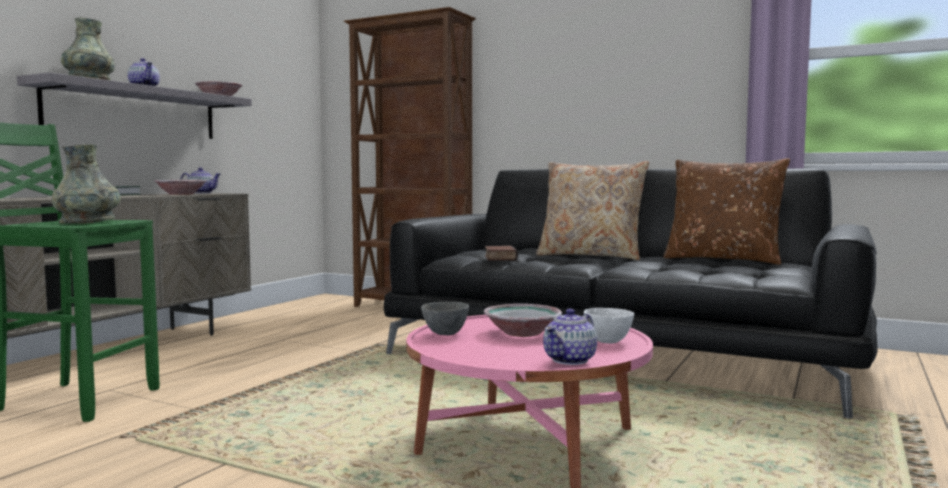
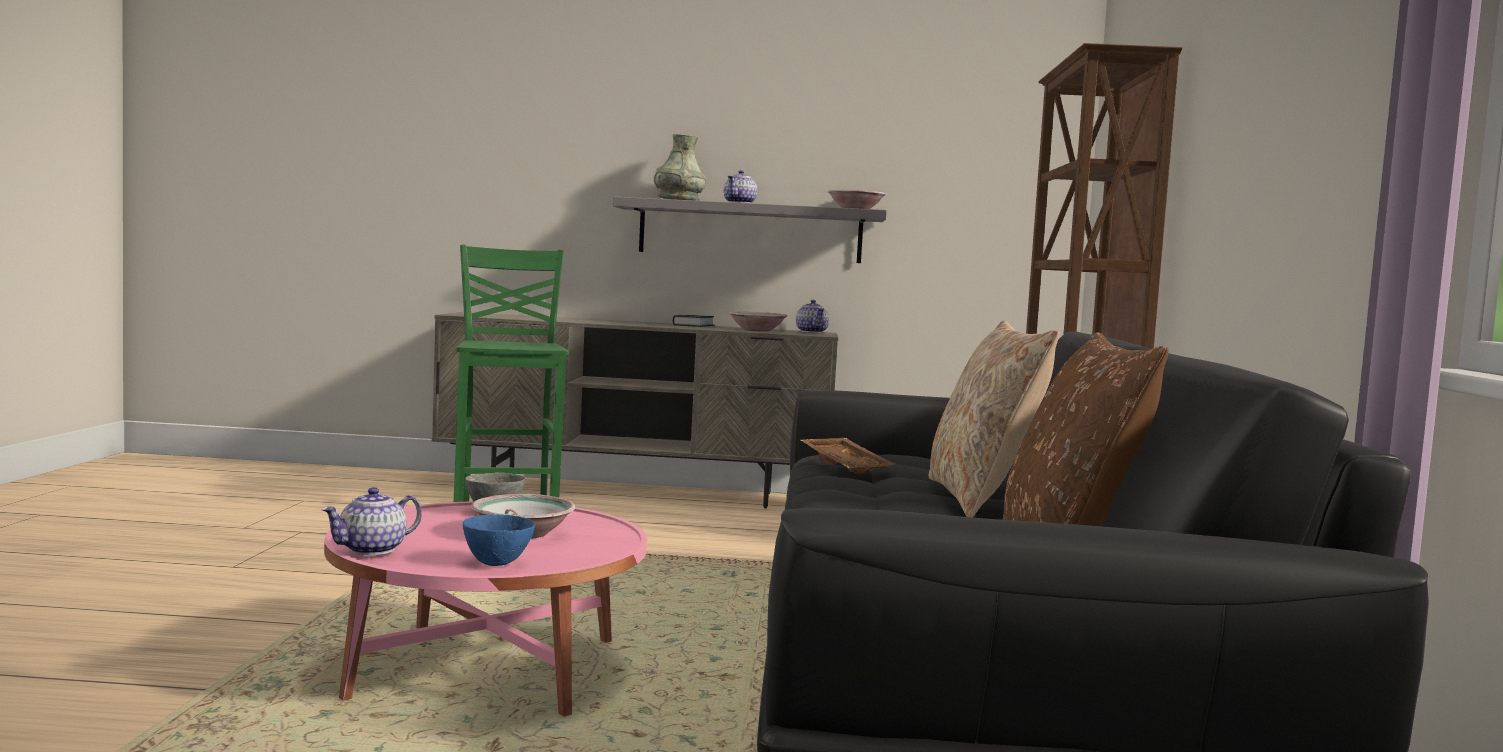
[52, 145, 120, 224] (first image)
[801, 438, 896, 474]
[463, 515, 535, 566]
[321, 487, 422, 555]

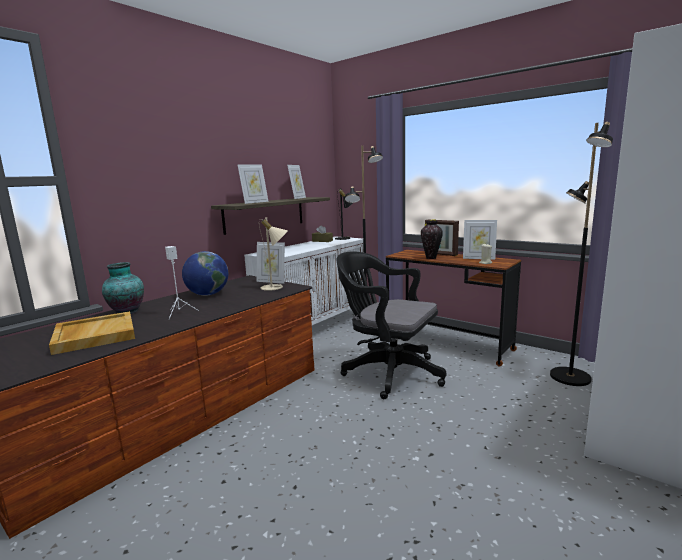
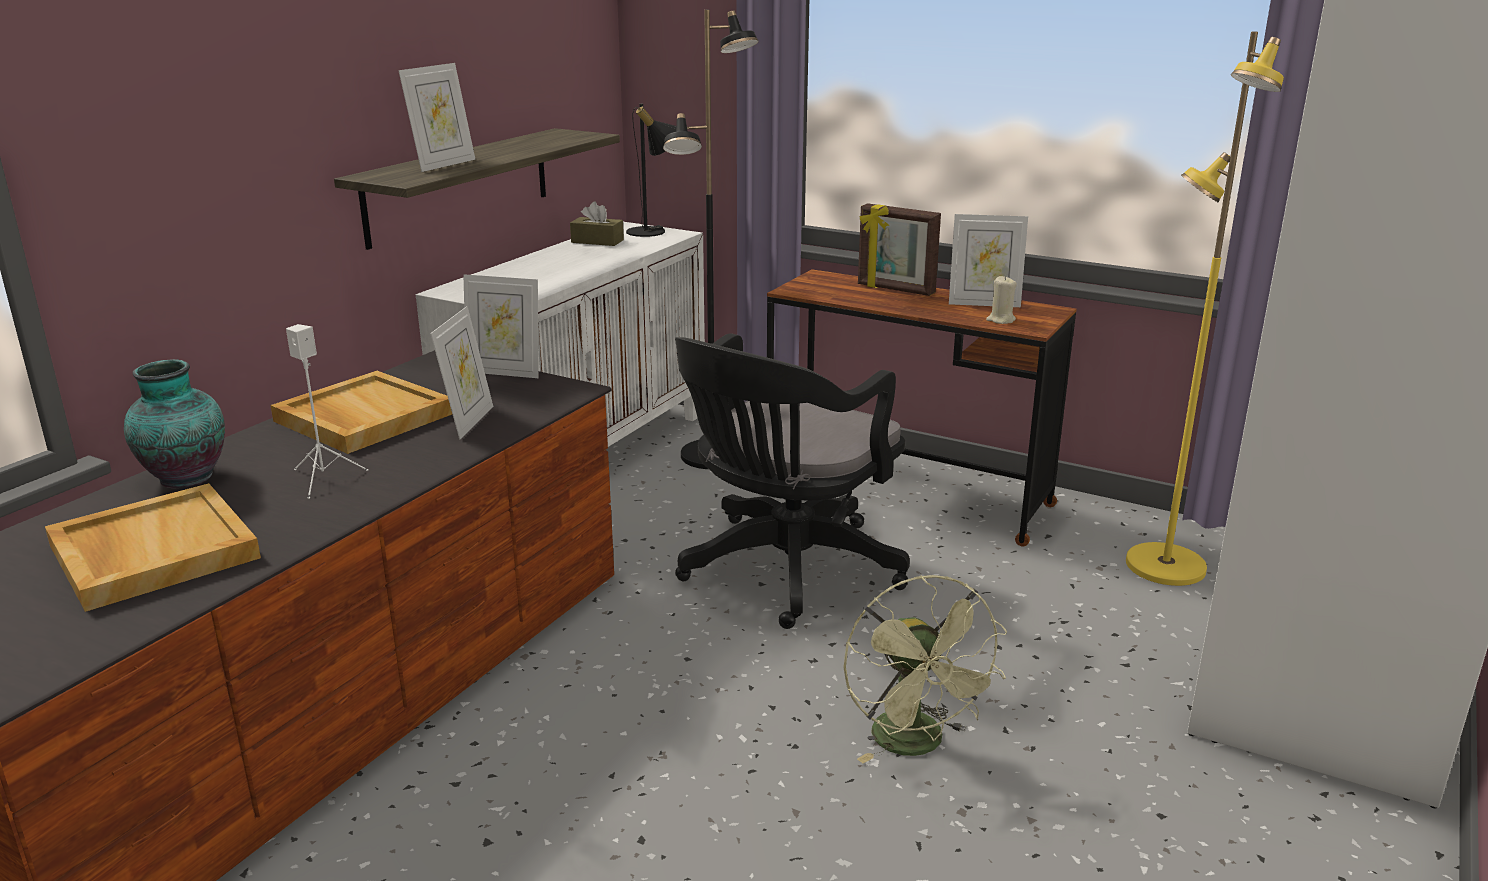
[1126, 32, 1284, 586]
[430, 306, 493, 439]
[259, 217, 288, 291] (first image)
[421, 220, 443, 259] (first image)
[270, 371, 452, 454]
[675, 333, 910, 629]
[844, 575, 1007, 763]

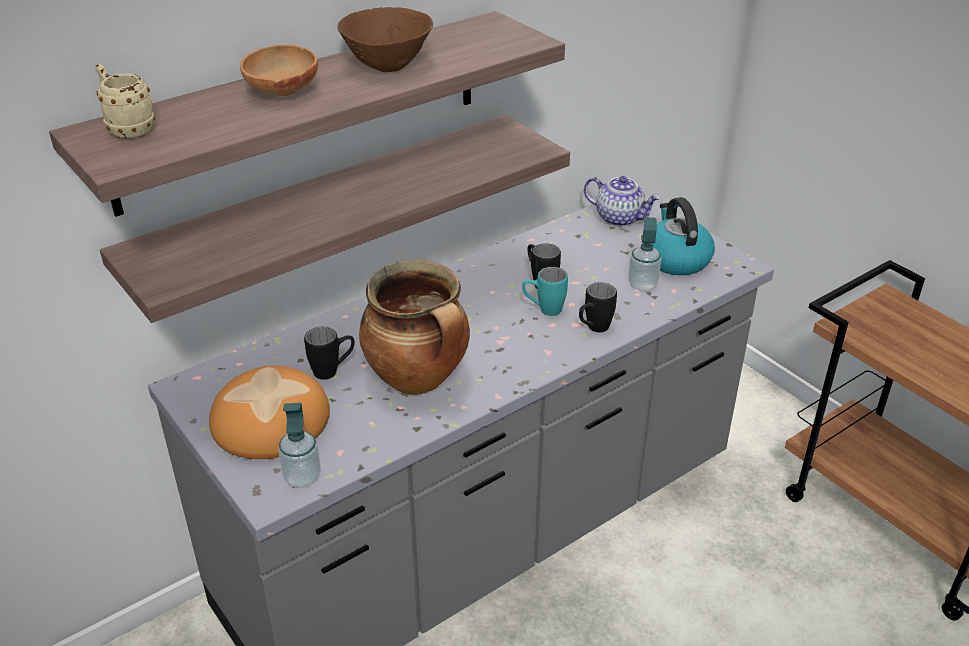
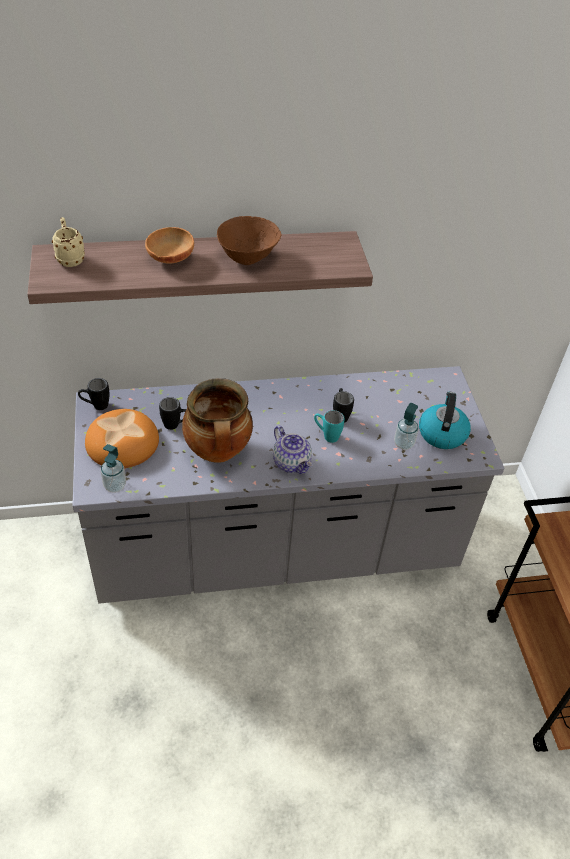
[100, 115, 570, 323] (first image)
[273, 426, 313, 474]
[78, 378, 110, 410]

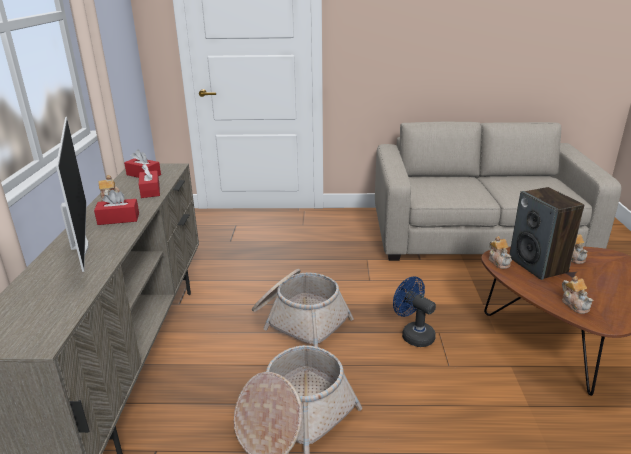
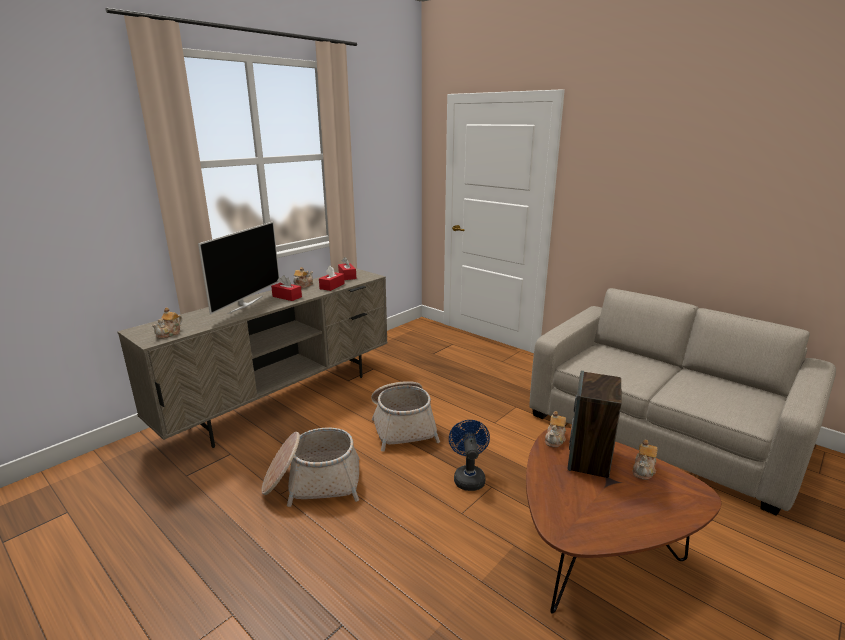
[152, 308, 182, 339]

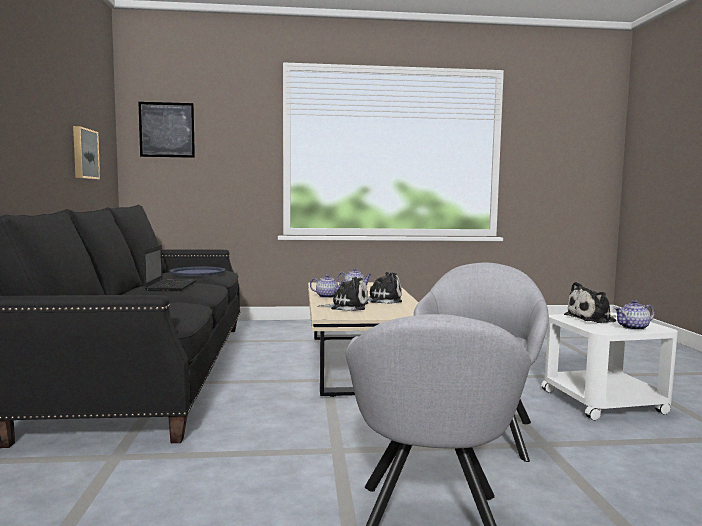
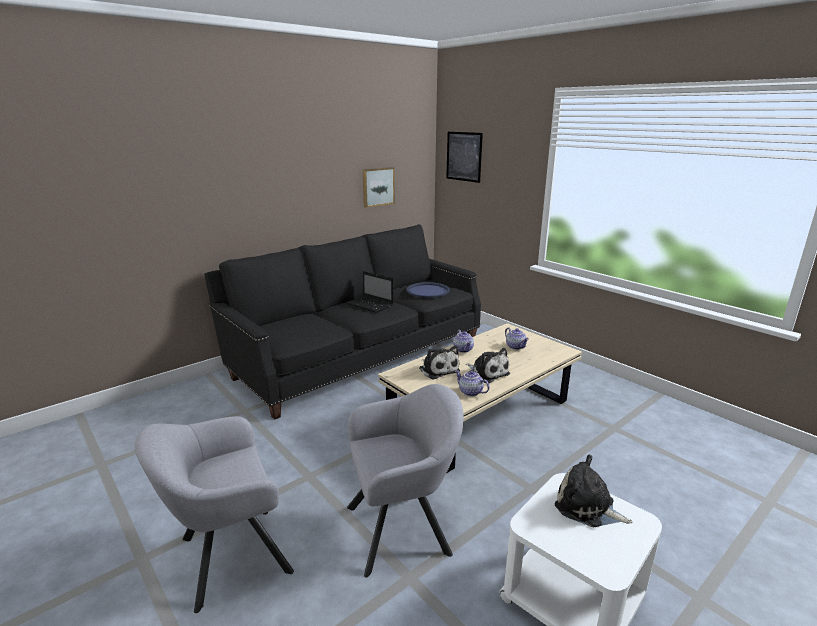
[346, 271, 393, 313]
[455, 370, 490, 396]

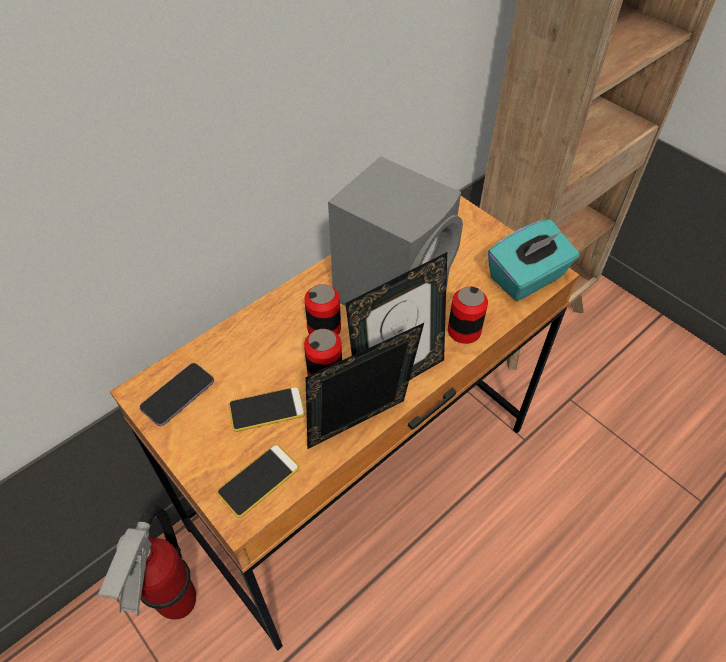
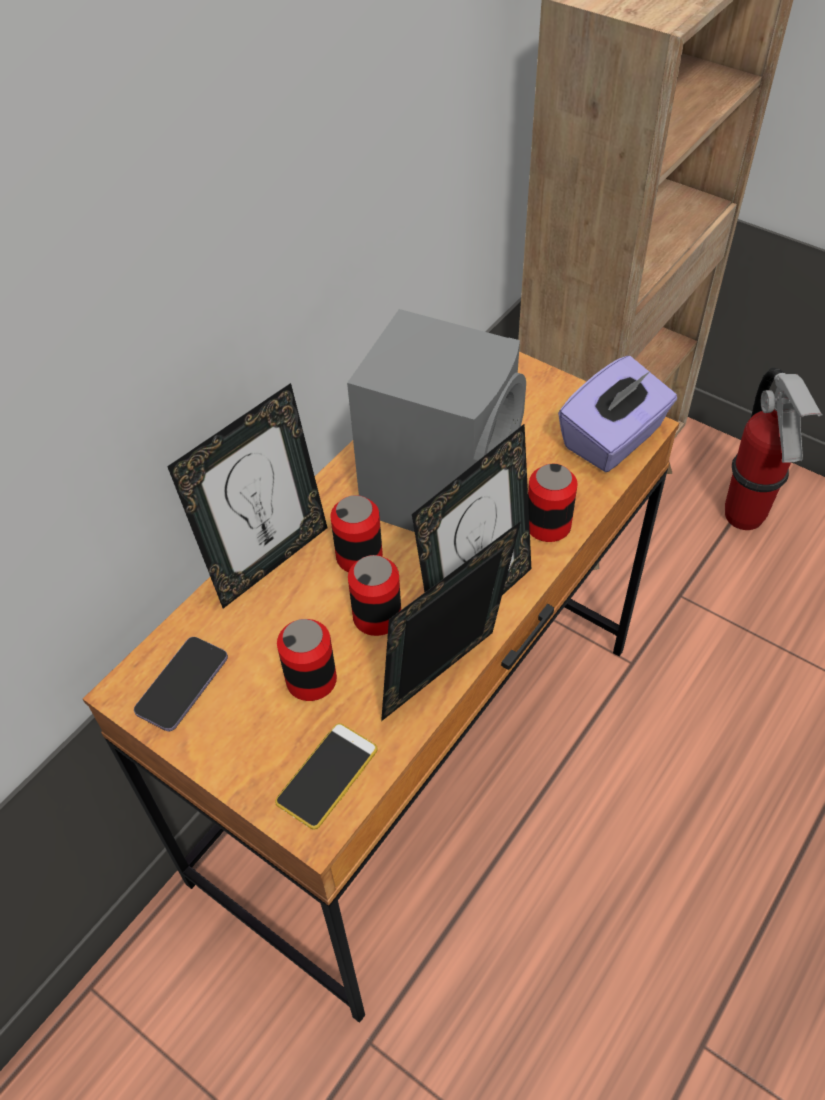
[558, 356, 677, 472]
[277, 619, 337, 701]
[725, 368, 823, 530]
[167, 383, 327, 608]

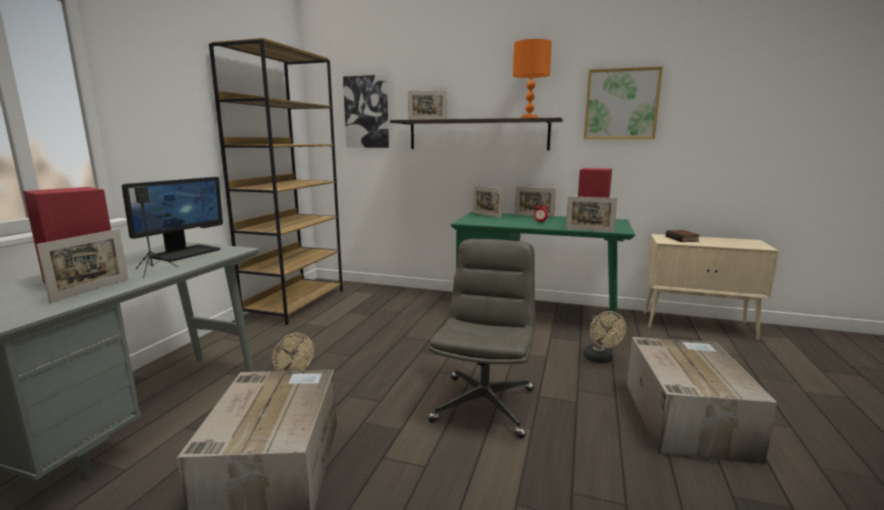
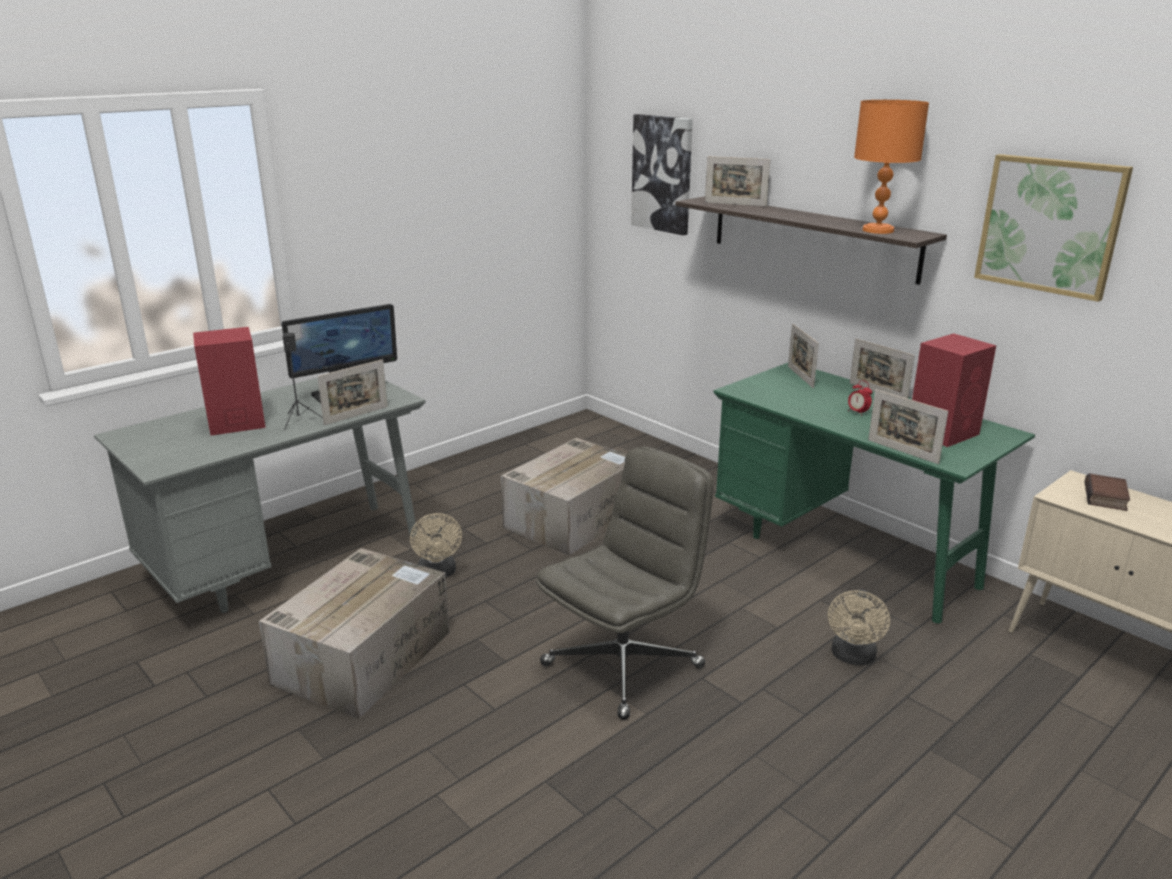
[209, 38, 343, 325] (first image)
[317, 359, 388, 425]
[501, 438, 627, 556]

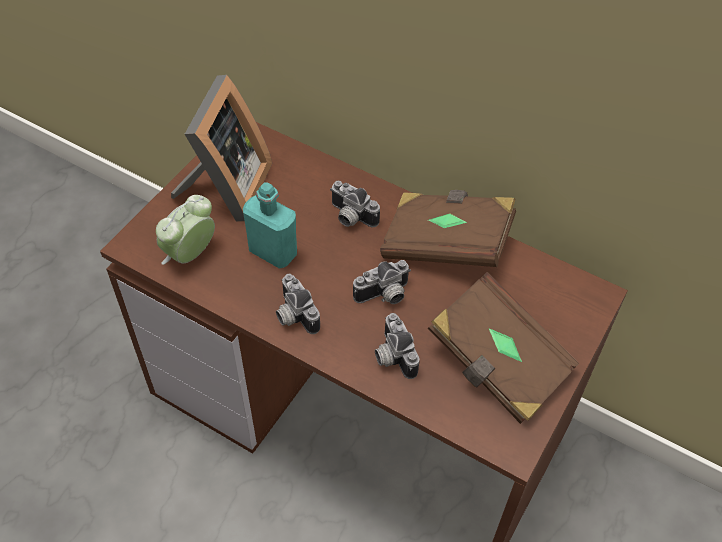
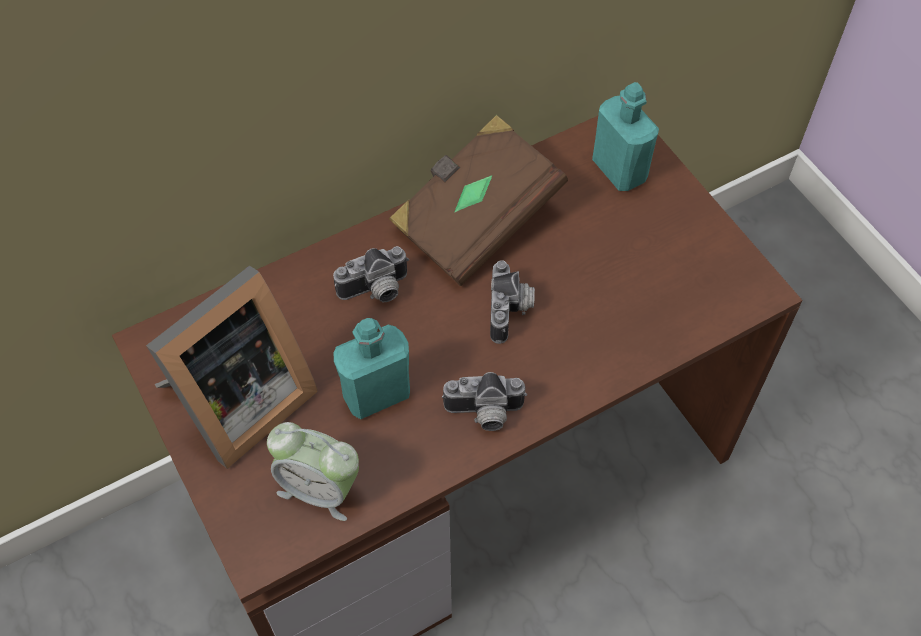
[146, 266, 318, 469]
[267, 422, 359, 521]
[427, 272, 579, 424] (first image)
[375, 313, 419, 379] (first image)
[592, 82, 659, 191]

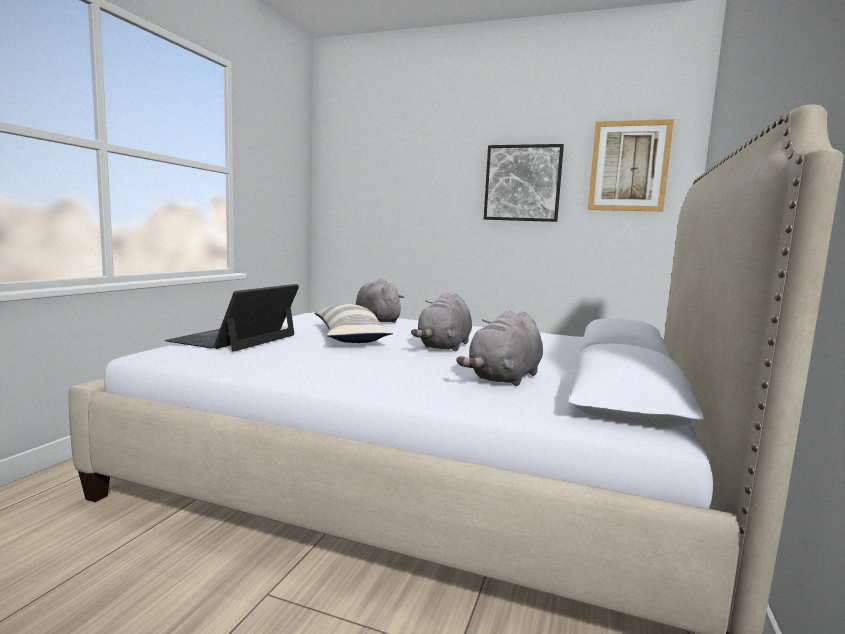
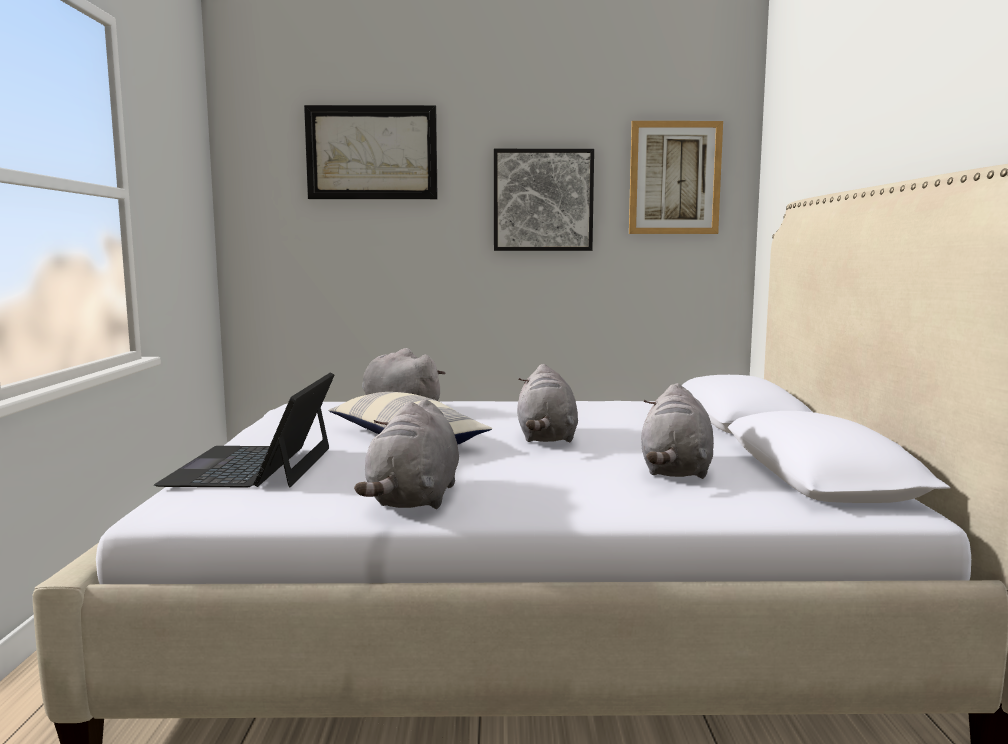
[304, 105, 438, 199]
[354, 399, 459, 509]

